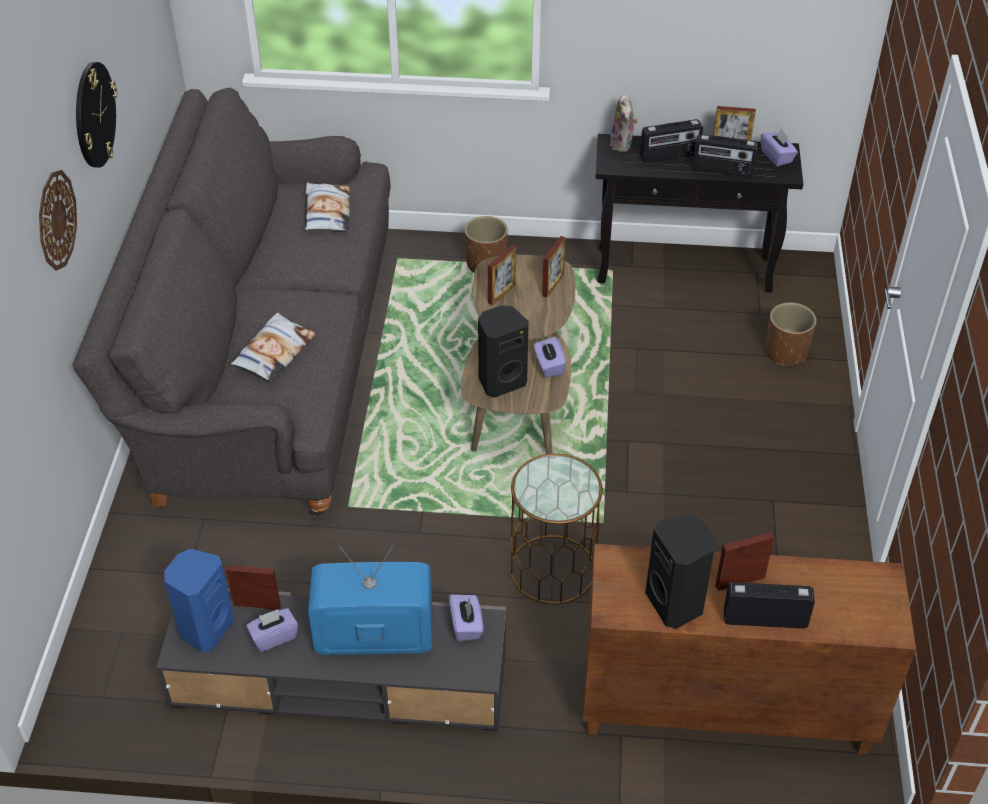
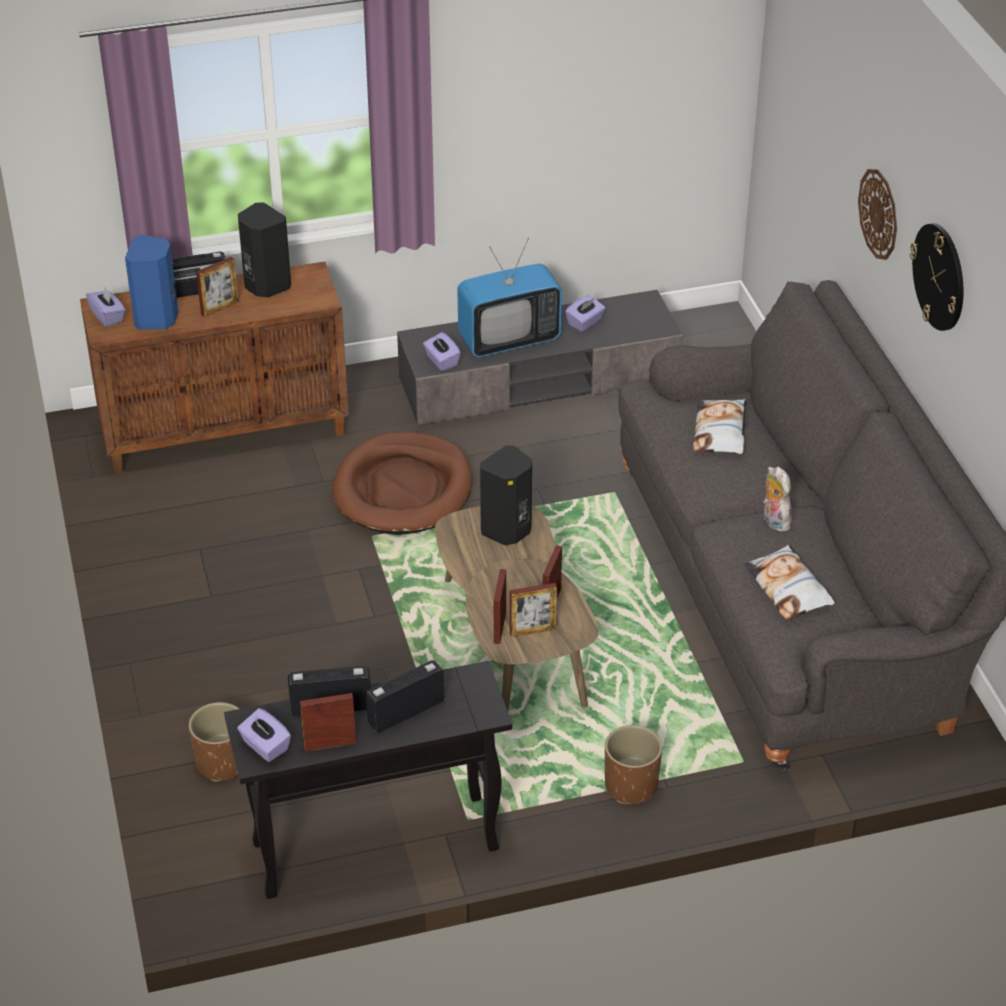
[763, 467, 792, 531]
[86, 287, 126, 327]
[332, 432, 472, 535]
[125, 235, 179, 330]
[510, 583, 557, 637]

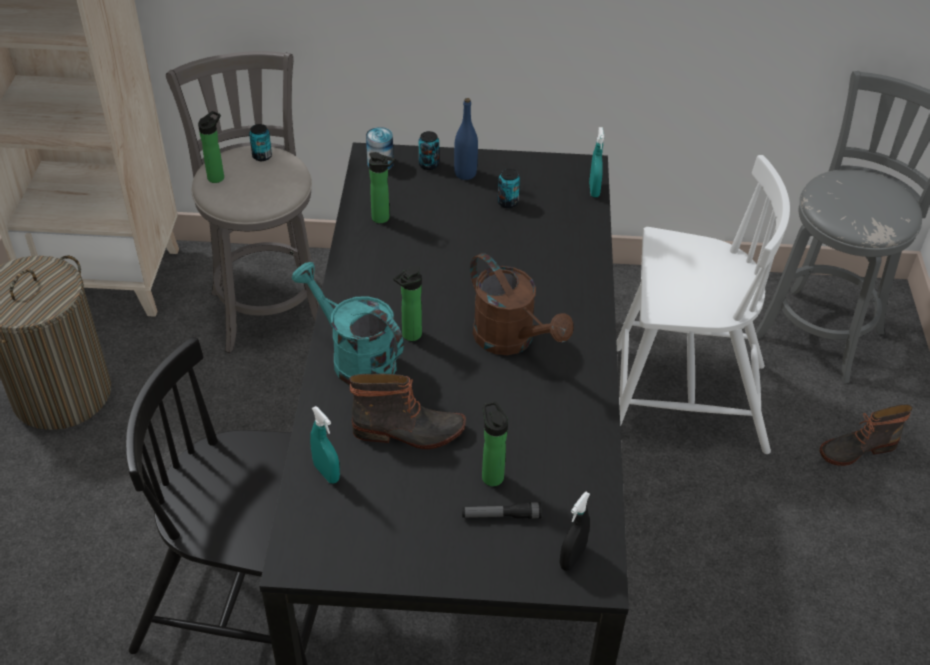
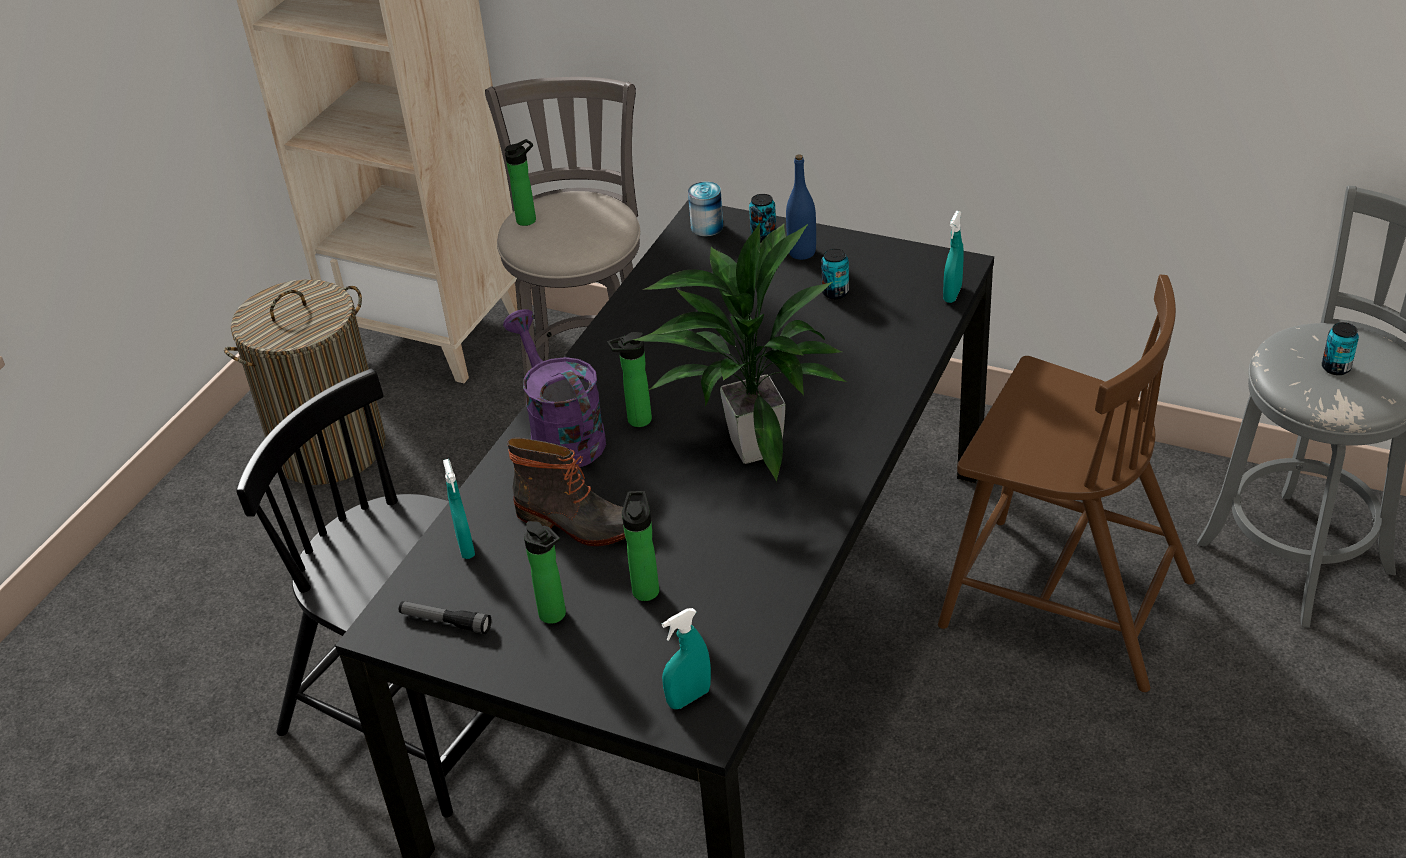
[1322, 322, 1359, 375]
[524, 521, 566, 624]
[938, 275, 1195, 692]
[633, 223, 846, 482]
[503, 309, 606, 467]
[820, 404, 913, 466] (first image)
[662, 608, 711, 709]
[399, 601, 491, 634]

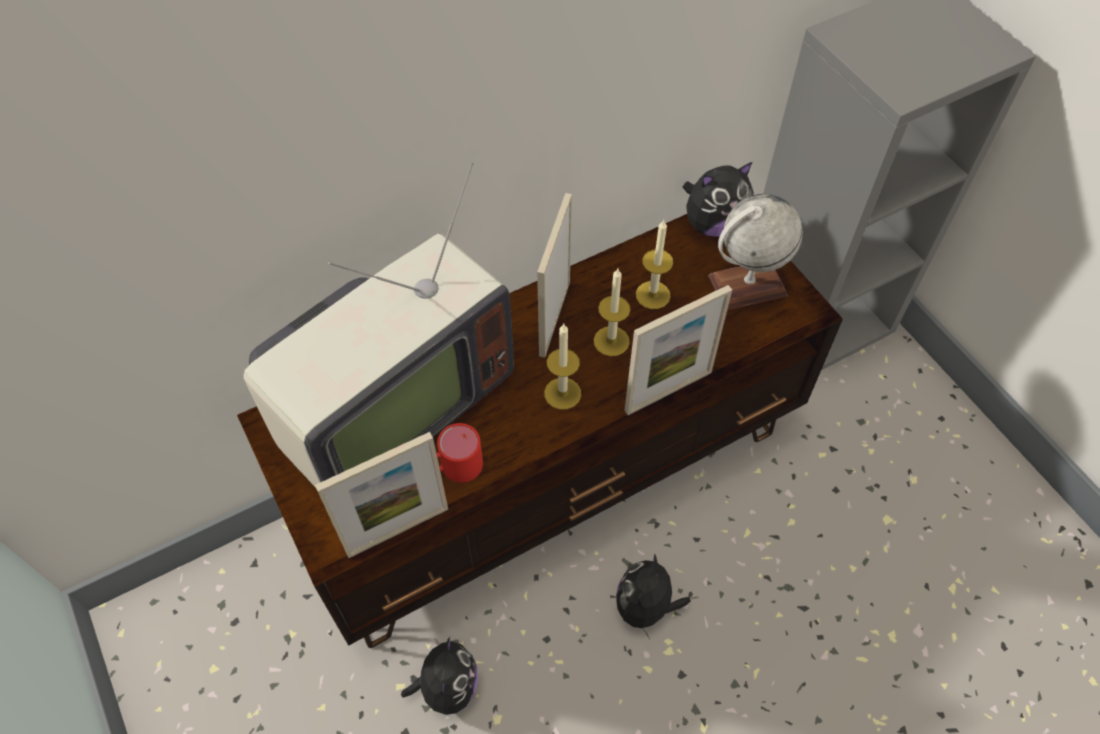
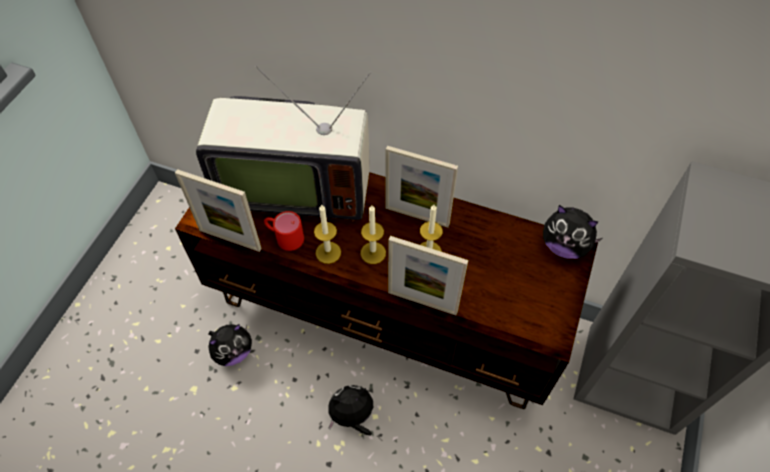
[386, 146, 458, 228]
[709, 194, 803, 310] (first image)
[314, 205, 341, 264]

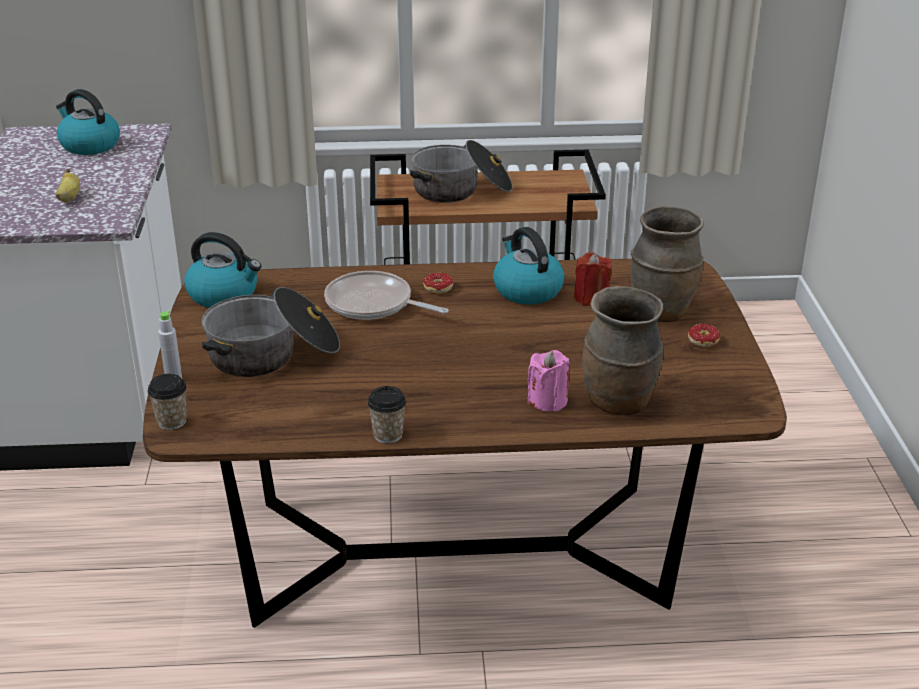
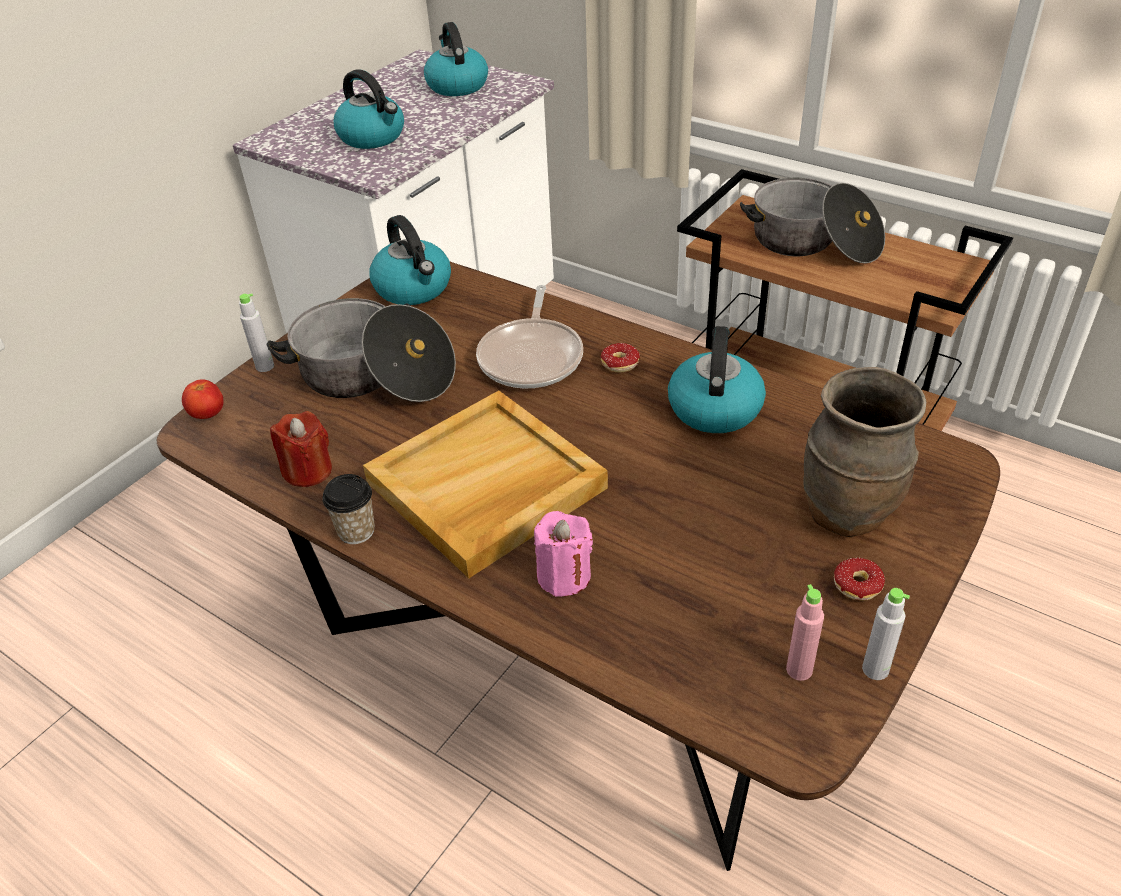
[334, 69, 404, 149]
[270, 411, 332, 487]
[476, 285, 583, 389]
[582, 286, 663, 415] (first image)
[182, 380, 223, 419]
[363, 391, 608, 578]
[786, 584, 824, 681]
[862, 588, 910, 680]

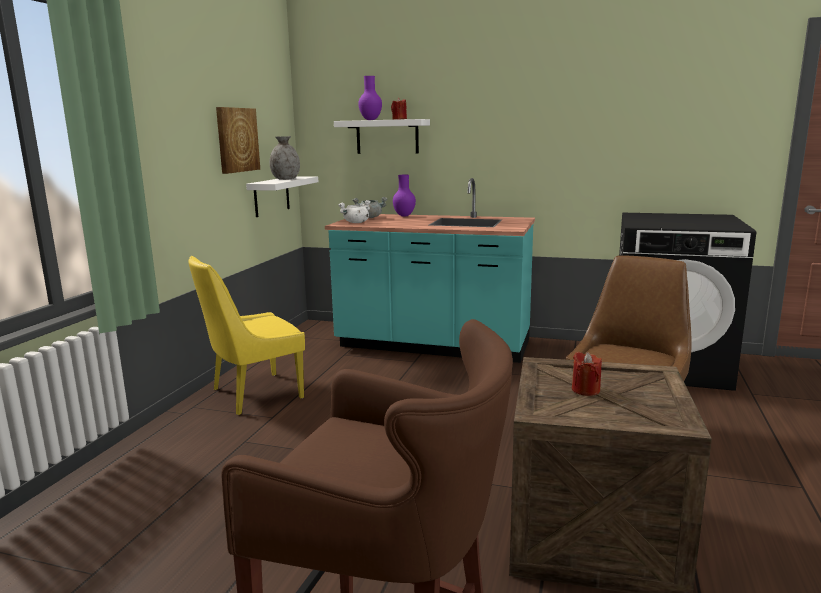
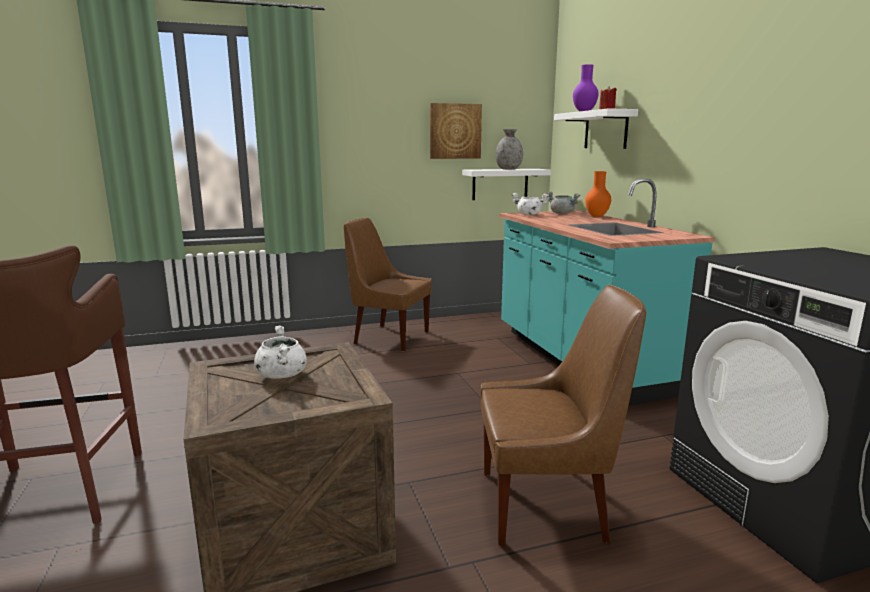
[585, 171, 611, 217]
[344, 218, 432, 351]
[254, 326, 307, 379]

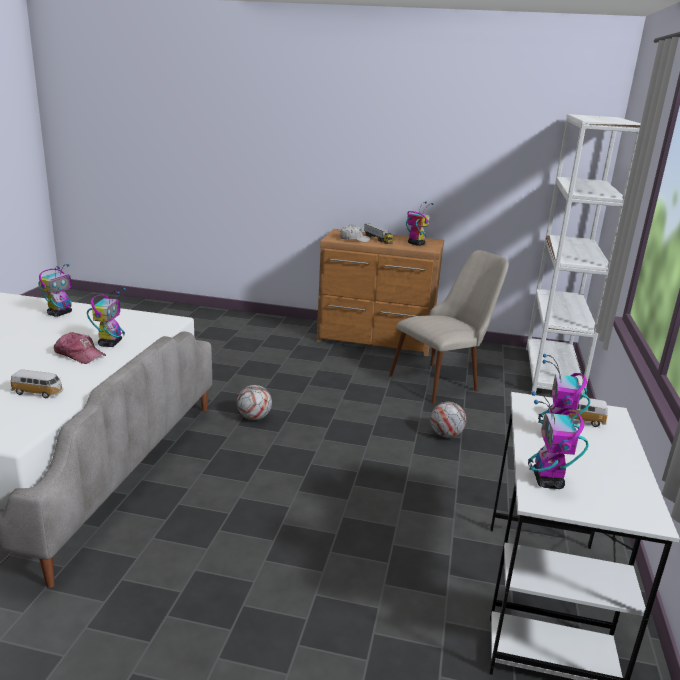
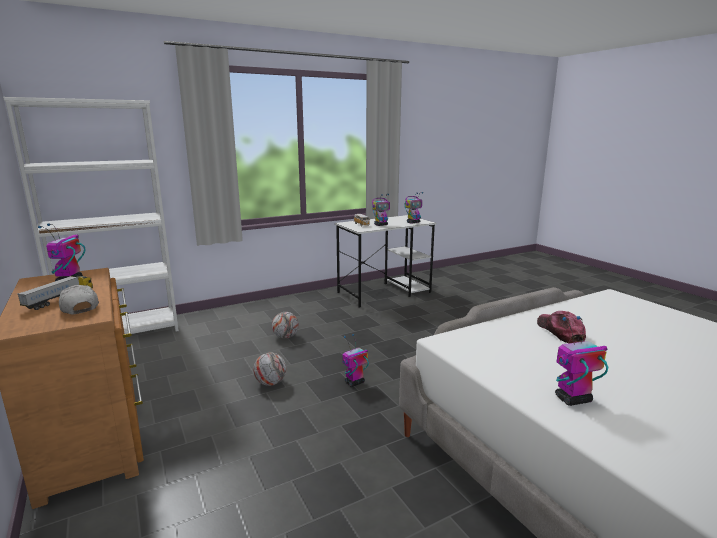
[389, 250, 509, 404] (first image)
[342, 334, 369, 387]
[11, 369, 63, 398] (first image)
[253, 352, 286, 386]

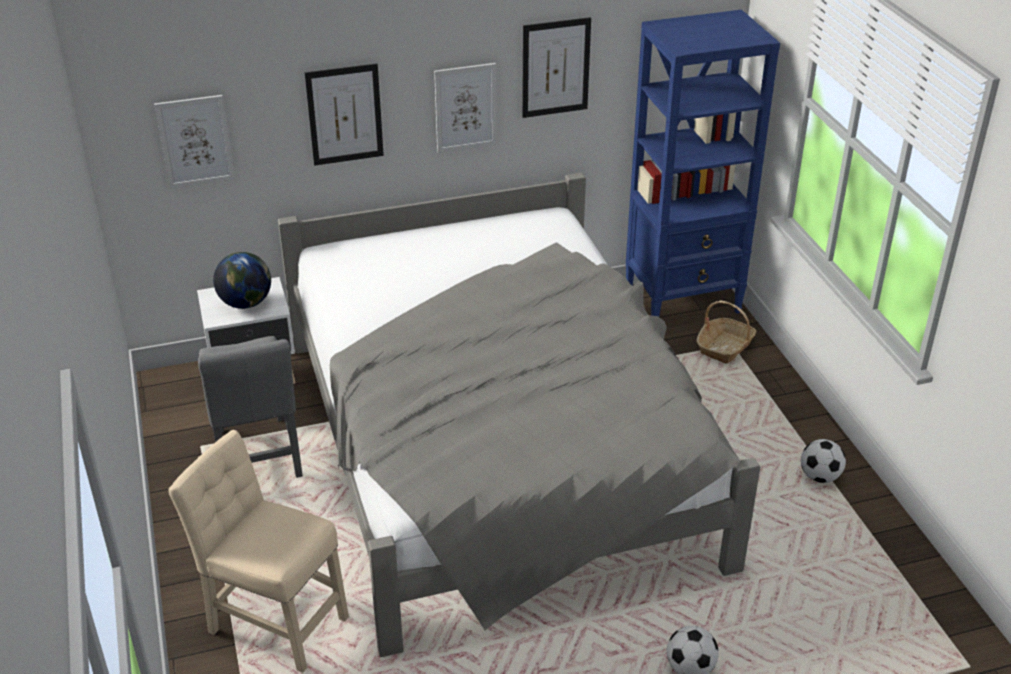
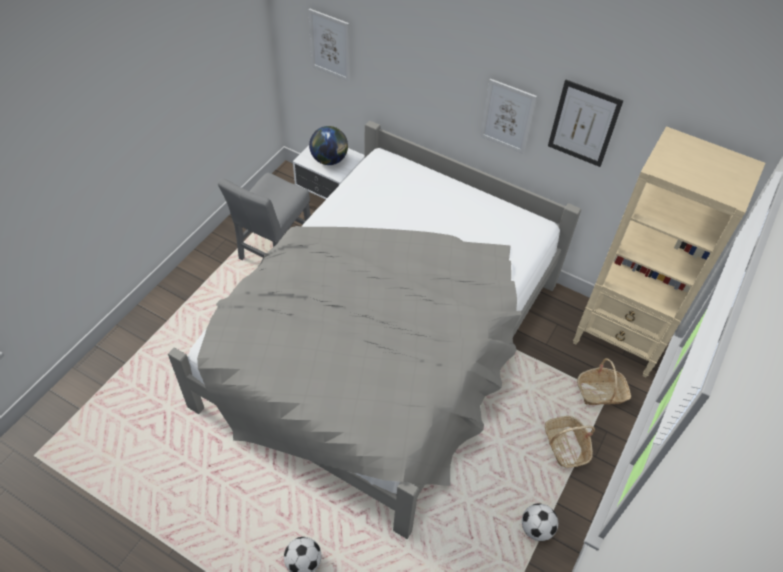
[573, 126, 765, 378]
[305, 63, 384, 166] (first image)
[168, 430, 349, 673] (first image)
[545, 416, 595, 468]

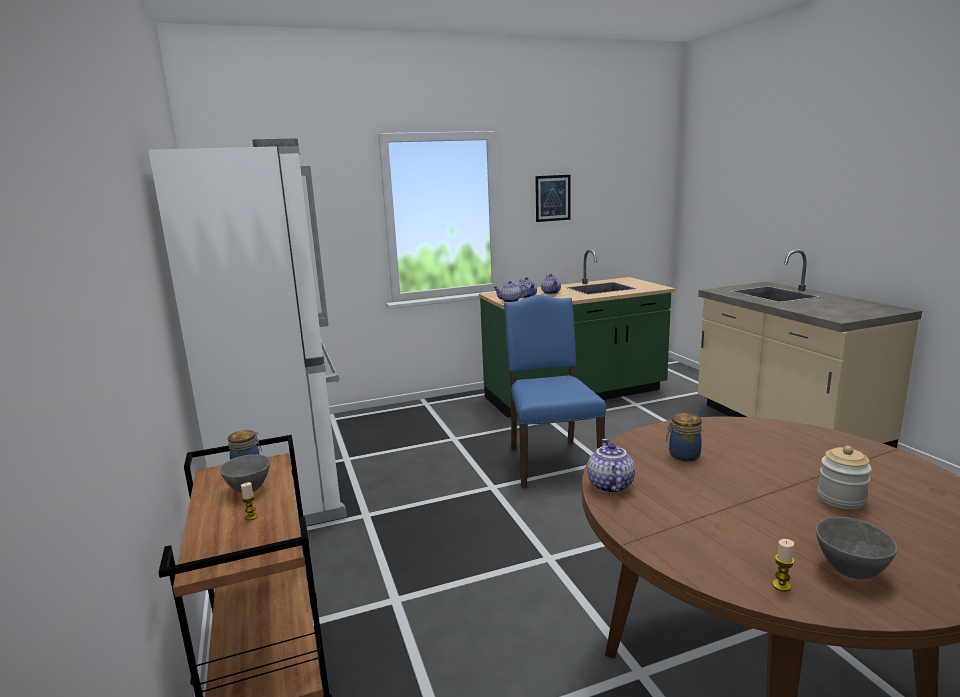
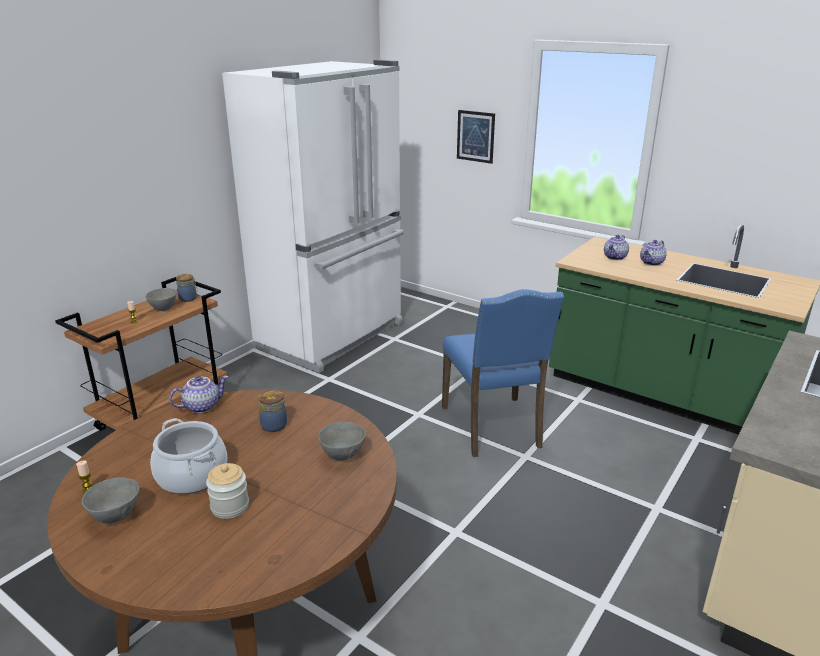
[457, 110, 495, 164]
[493, 281, 528, 302] (first image)
[442, 289, 564, 457]
[150, 418, 227, 494]
[318, 422, 366, 461]

